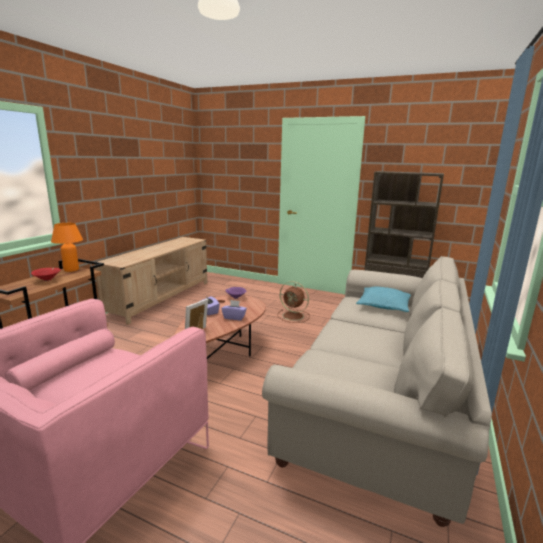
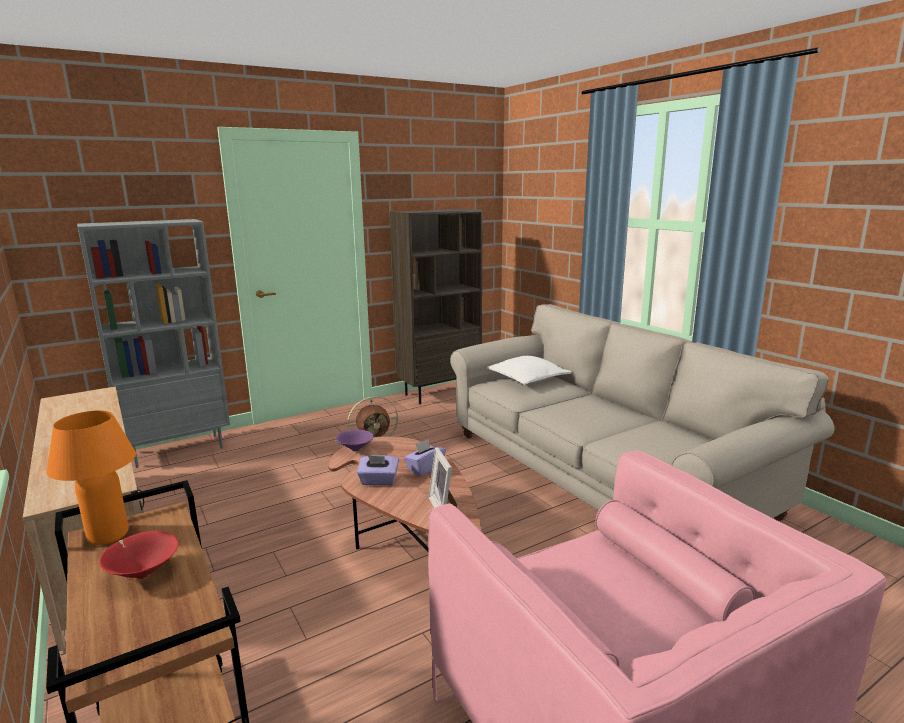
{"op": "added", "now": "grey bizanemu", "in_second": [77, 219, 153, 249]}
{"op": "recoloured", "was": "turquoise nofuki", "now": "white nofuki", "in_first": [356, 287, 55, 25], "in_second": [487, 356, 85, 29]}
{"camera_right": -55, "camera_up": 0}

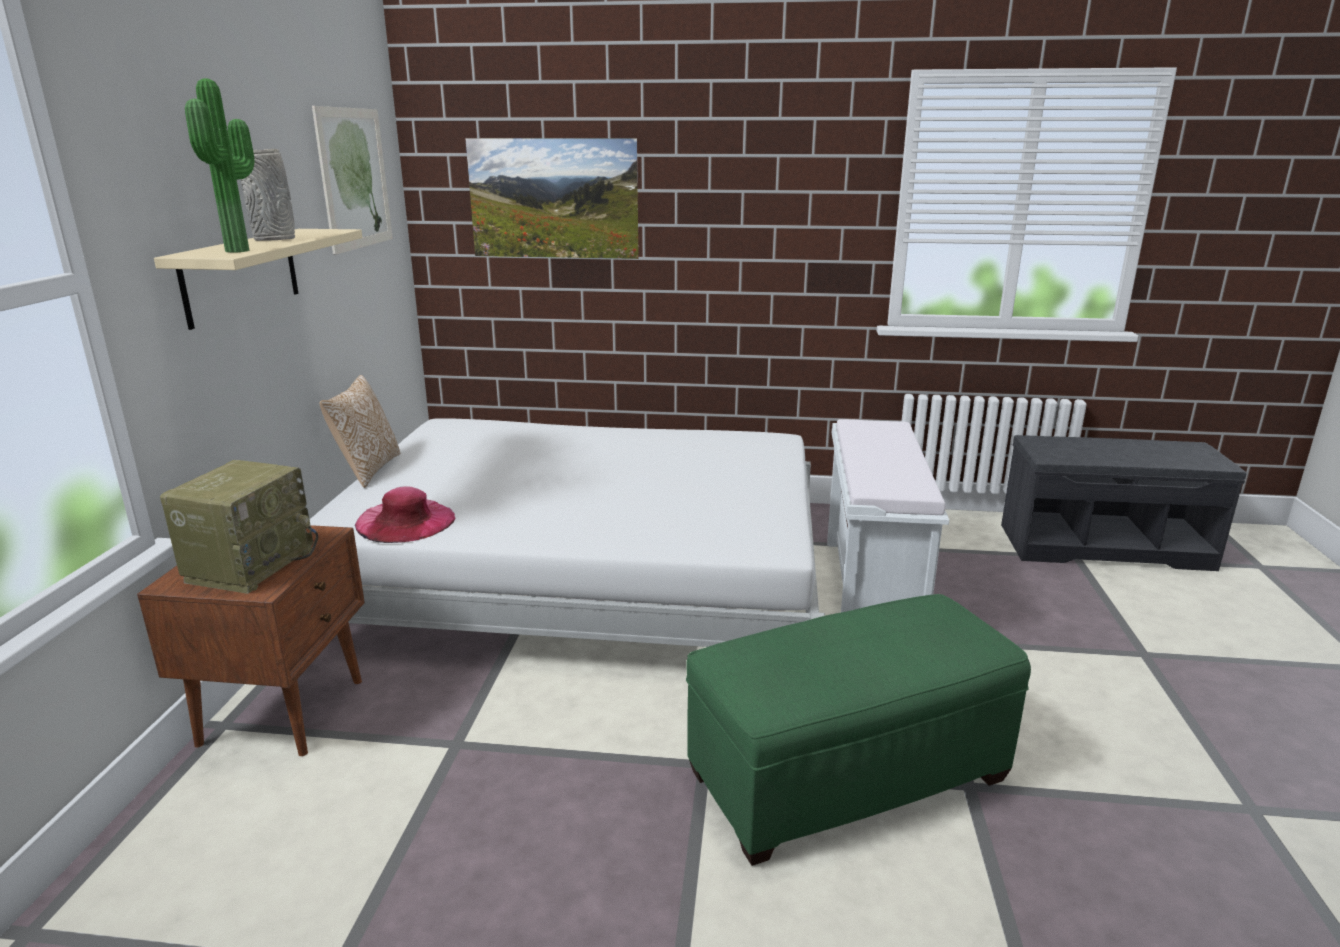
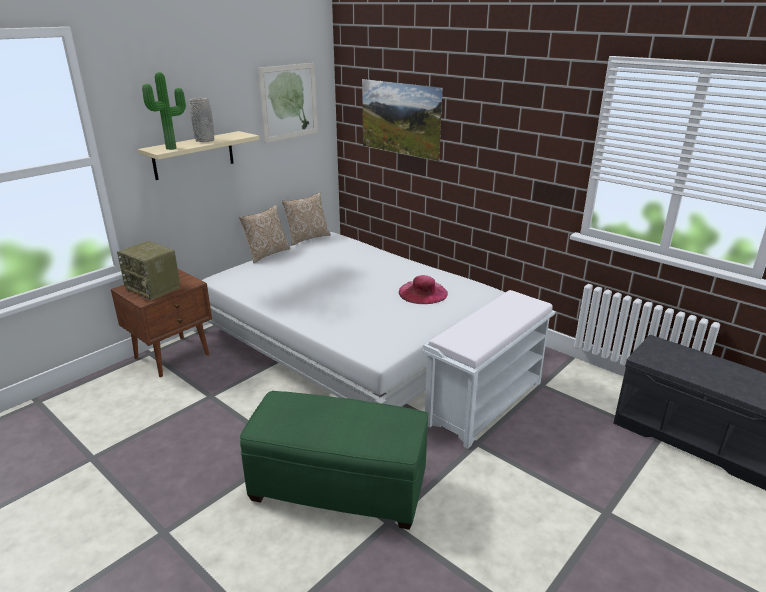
{"op": "added", "now": "nofuki", "in_second": [282, 193, 49, 53]}
{"op": "moved", "was": "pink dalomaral", "in_first": [355, 486, 100, 57], "in_second": [399, 275, 49, 29]}
{"op": "turned", "was": "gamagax", "in_first": [160, 460, 158, 134], "in_second": [117, 241, 63, 59], "clockwise": 75}
{"camera_right": 35, "camera_up": 5}

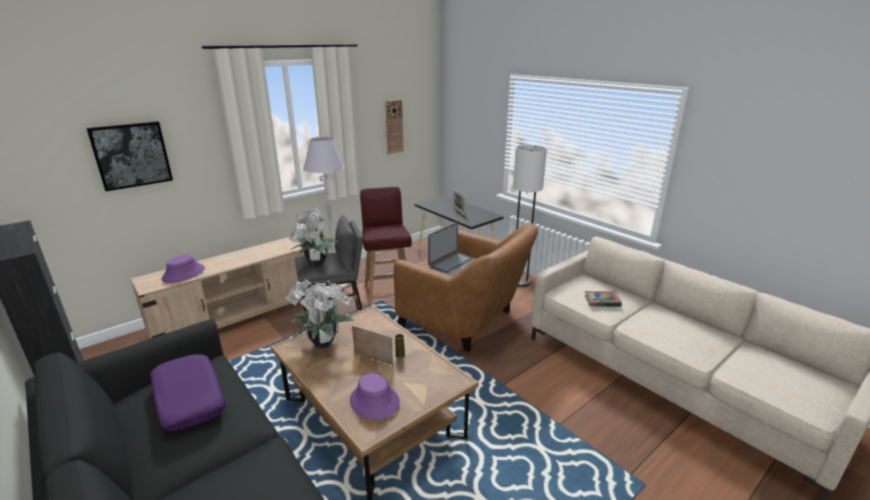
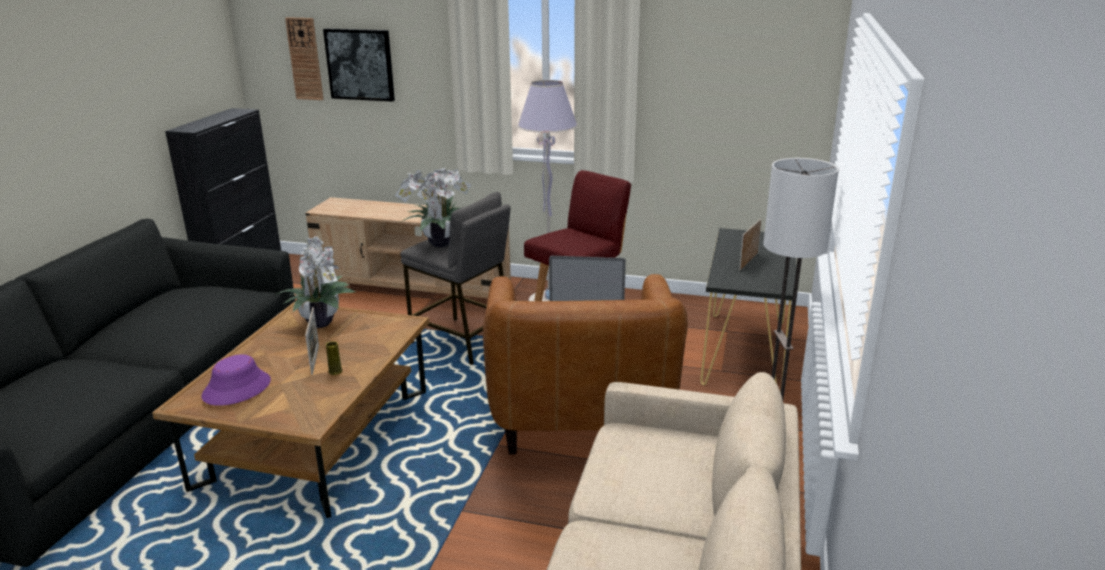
{"op": "removed", "was": "purple nofuki", "in_first": [150, 354, 76, 77]}
{"op": "removed", "was": "purple dalomaral", "in_first": [161, 255, 44, 28]}
{"op": "removed", "was": "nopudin", "in_first": [584, 291, 38, 16]}
{"op": "moved", "was": "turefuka", "in_first": [385, 100, 19, 54], "in_second": [285, 17, 38, 83]}
{"camera_right": 55, "camera_up": 0}

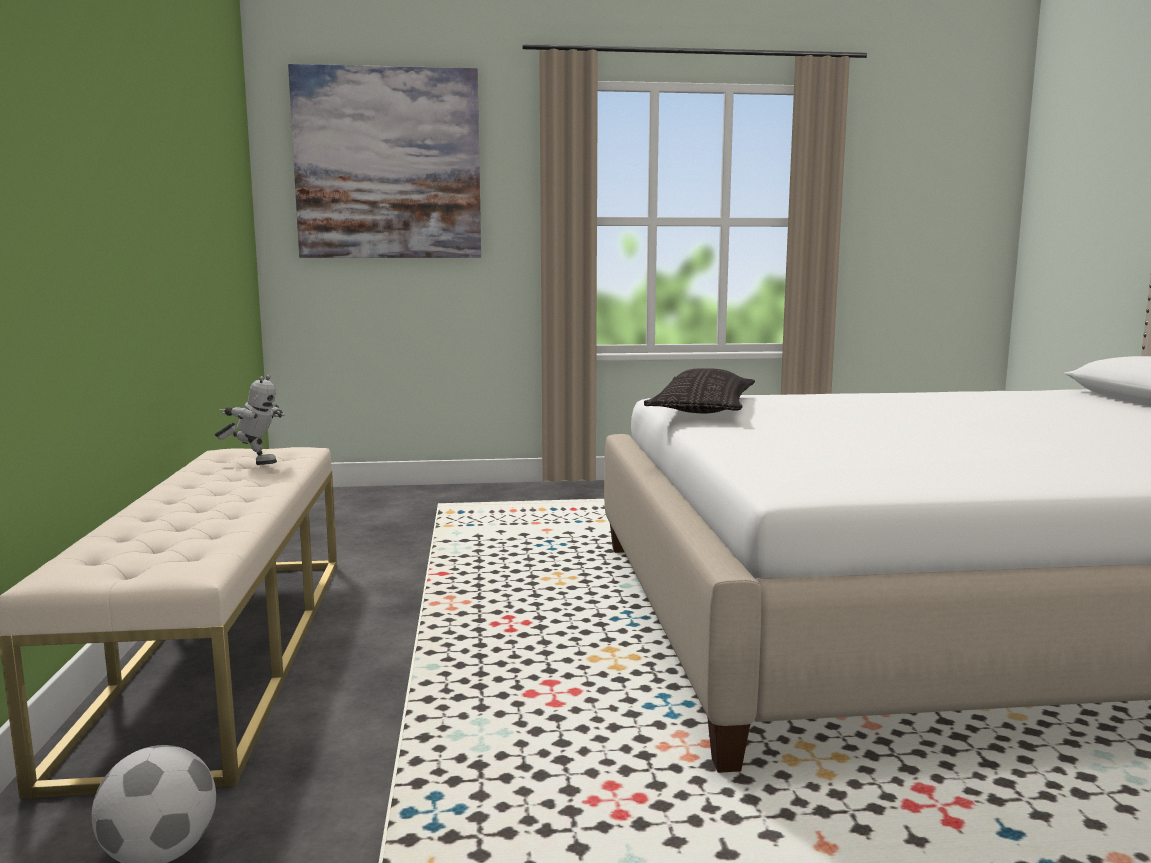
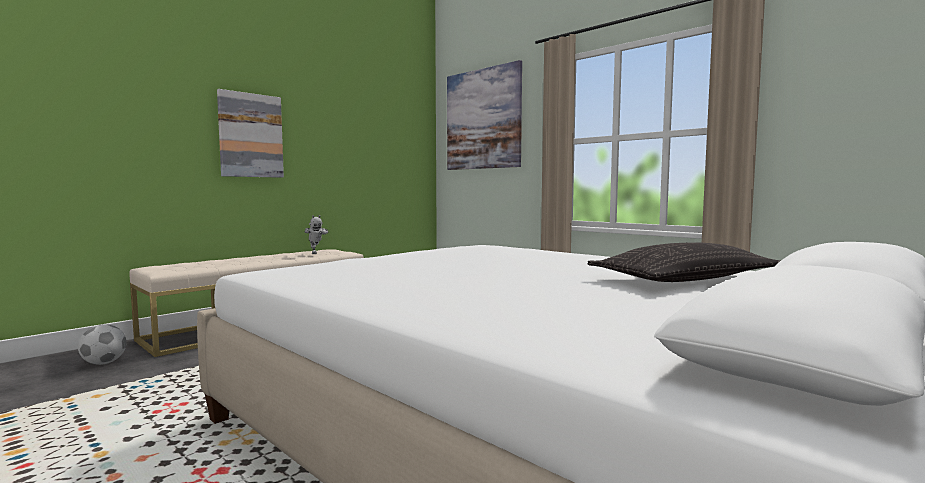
{"op": "added", "now": "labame", "in_second": [217, 89, 67, 89]}
{"op": "moved", "was": "nofuki", "in_first": [644, 368, 111, 45], "in_second": [587, 242, 193, 40]}
{"camera_right": 50, "camera_up": -5}

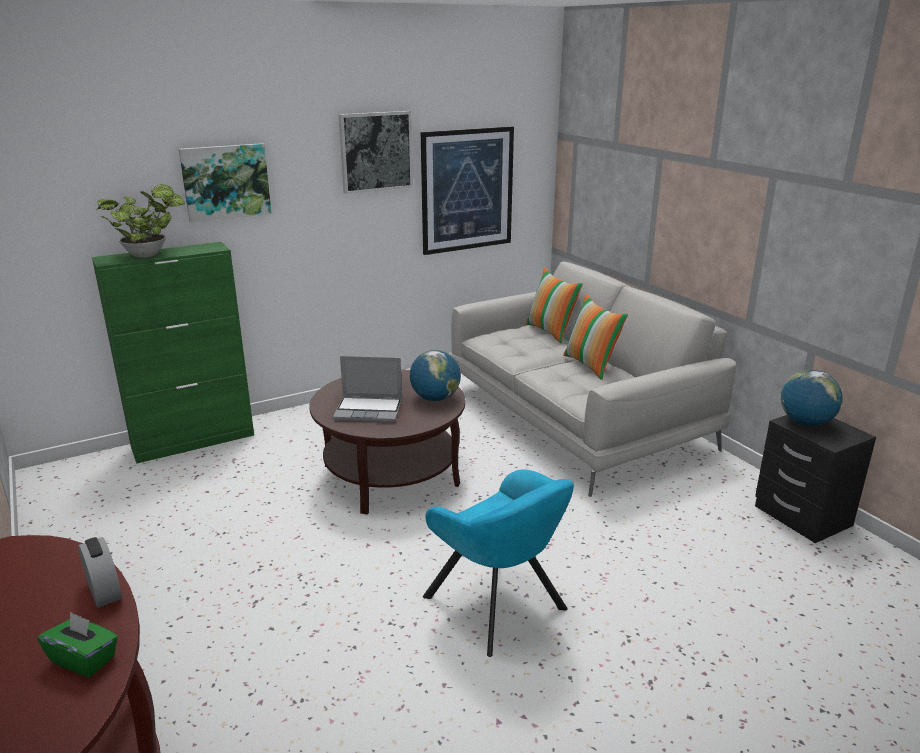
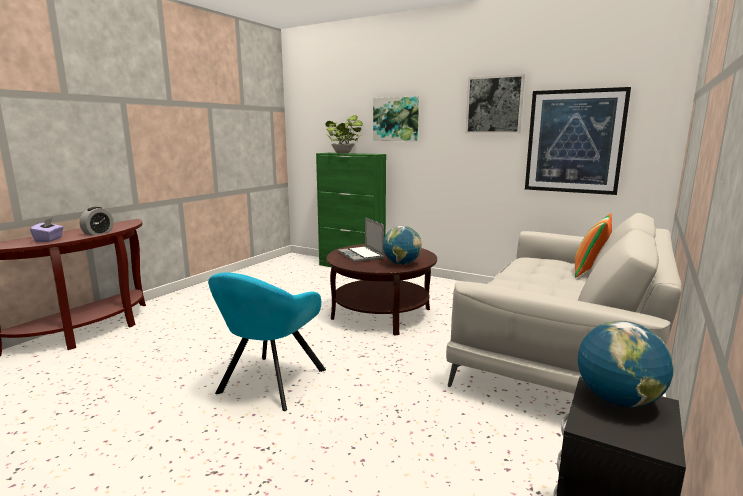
{"op": "removed", "was": "nofuki", "in_first": [563, 294, 65, 86]}
{"op": "recoloured", "was": "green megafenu", "now": "purple megafenu", "in_first": [38, 611, 80, 66], "in_second": [30, 218, 34, 24]}
{"camera_right": 60, "camera_up": -10}

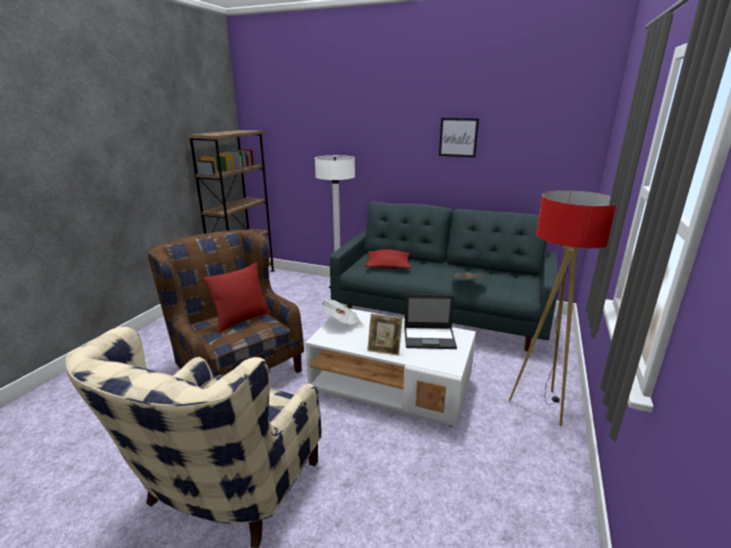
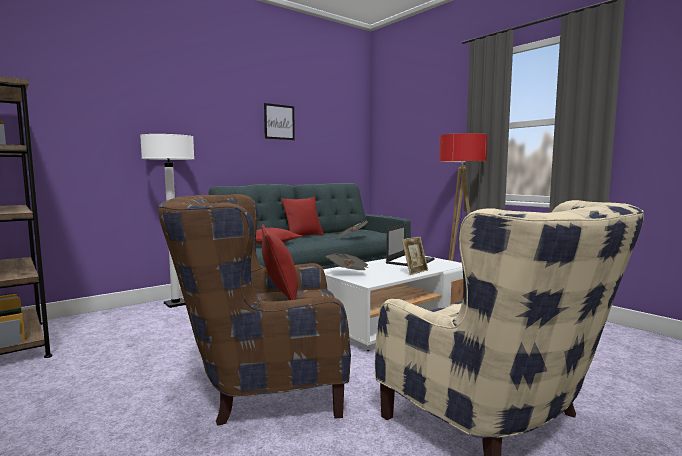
{"op": "added", "now": "red nofuki", "in_second": [281, 197, 43, 39]}
{"camera_right": -60, "camera_up": -15}

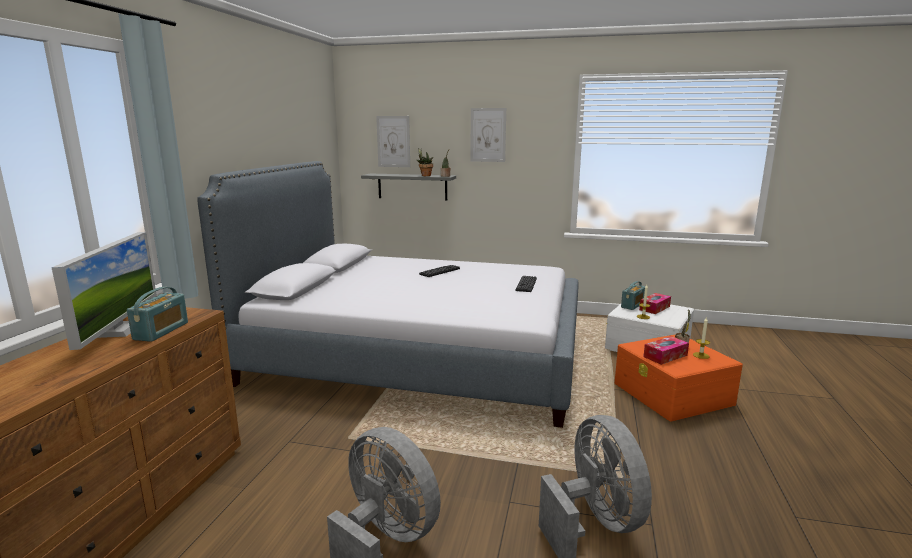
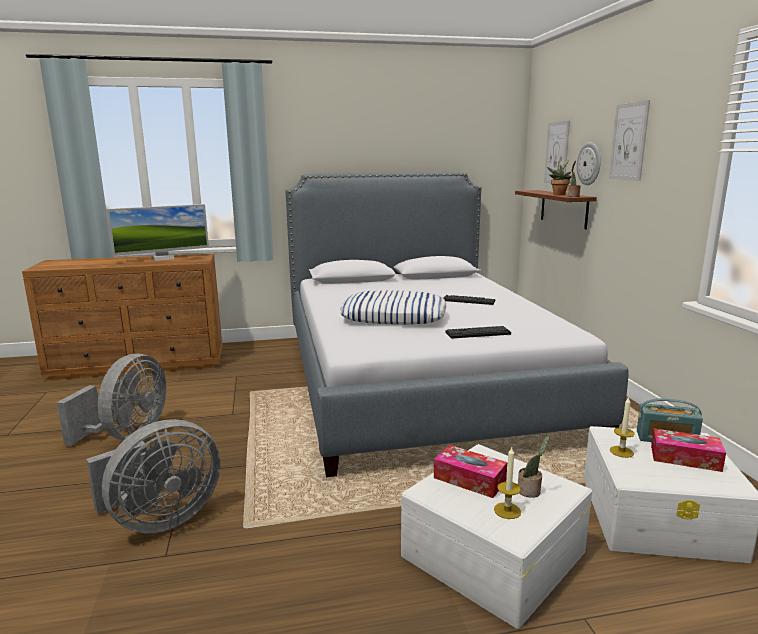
{"op": "removed", "was": "gamagax", "in_first": [127, 287, 61, 55]}
{"op": "added", "now": "nofuki", "in_second": [340, 290, 106, 35]}
{"op": "added", "now": "turefuka", "in_second": [577, 142, 24, 43]}
{"op": "recoloured", "was": "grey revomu", "now": "brown revomu", "in_first": [361, 174, 95, 26], "in_second": [515, 190, 82, 39]}
{"op": "recoloured", "was": "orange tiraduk", "now": "white tiraduk", "in_first": [615, 335, 128, 87], "in_second": [401, 444, 191, 185]}
{"camera_right": 65, "camera_up": 0}

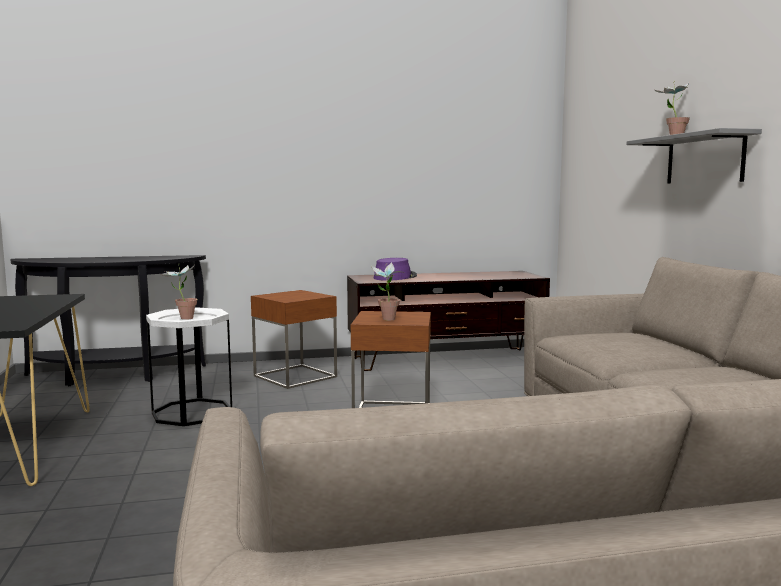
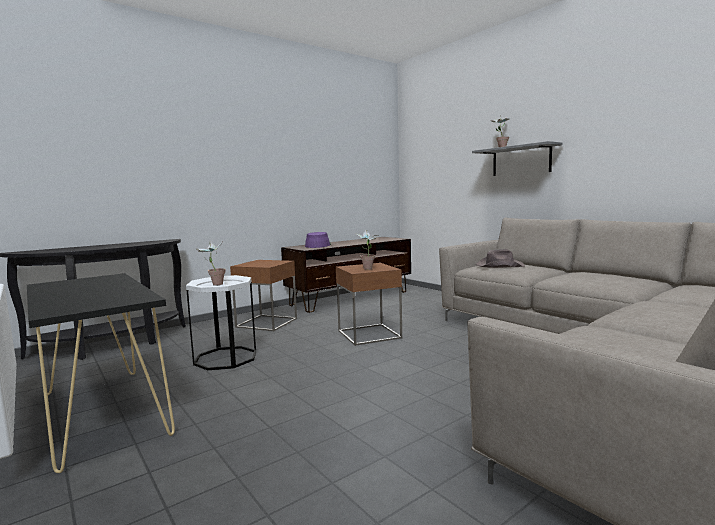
{"op": "added", "now": "brown dalomaral", "in_second": [476, 249, 49, 19]}
{"camera_right": -25, "camera_up": 0}

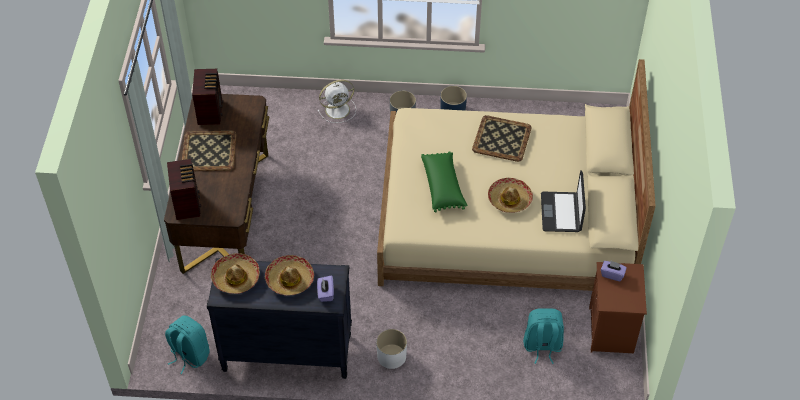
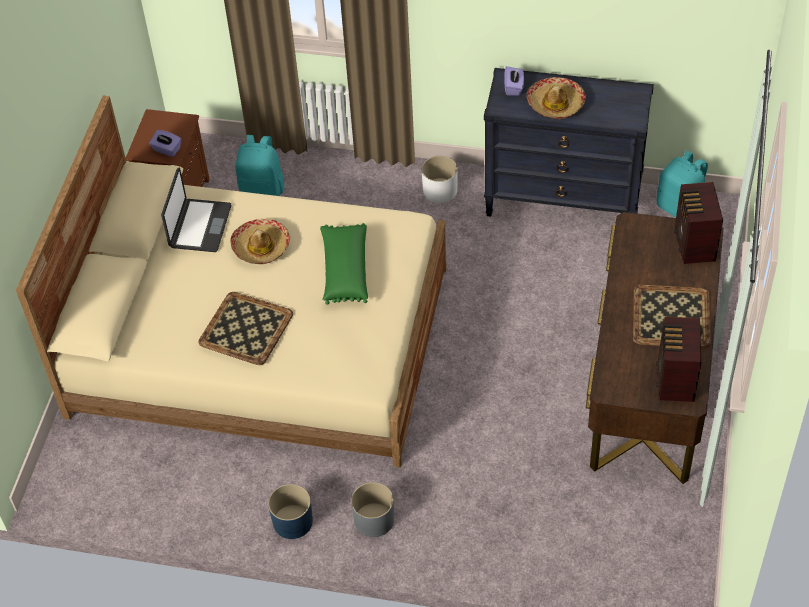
{"op": "removed", "was": "dalomaral", "in_first": [211, 253, 49, 41]}
{"op": "removed", "was": "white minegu", "in_first": [317, 80, 39, 43]}
{"camera_right": -170, "camera_up": 0}

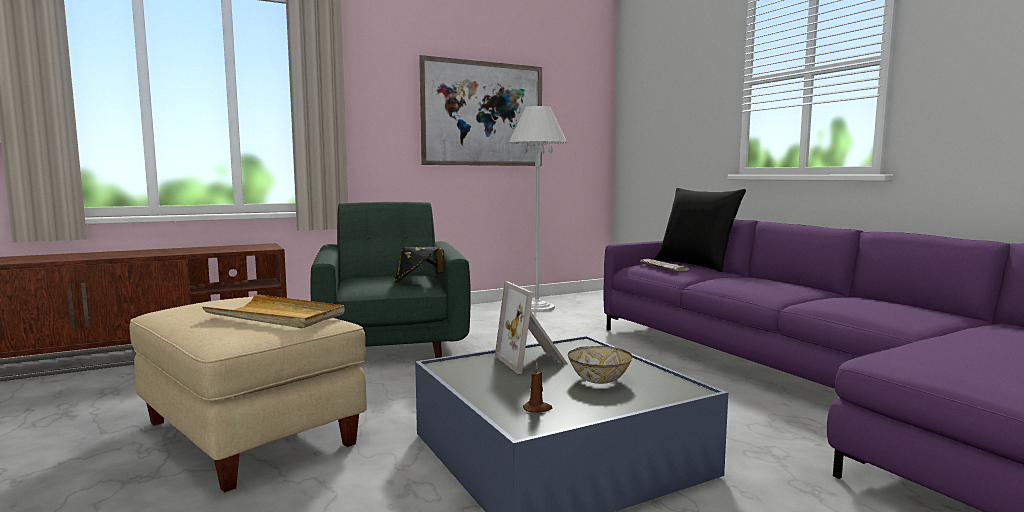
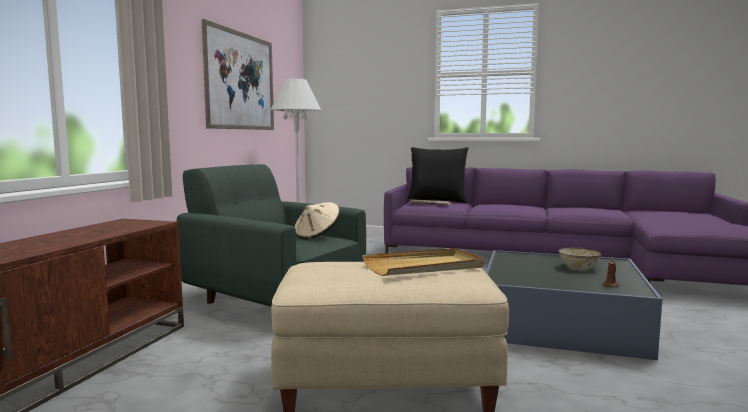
{"op": "removed", "was": "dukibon", "in_first": [495, 281, 73, 93]}
{"op": "recoloured", "was": "black dalomaral", "now": "beige dalomaral", "in_first": [394, 247, 50, 36], "in_second": [294, 202, 46, 37]}
{"camera_right": -45, "camera_up": 0}

